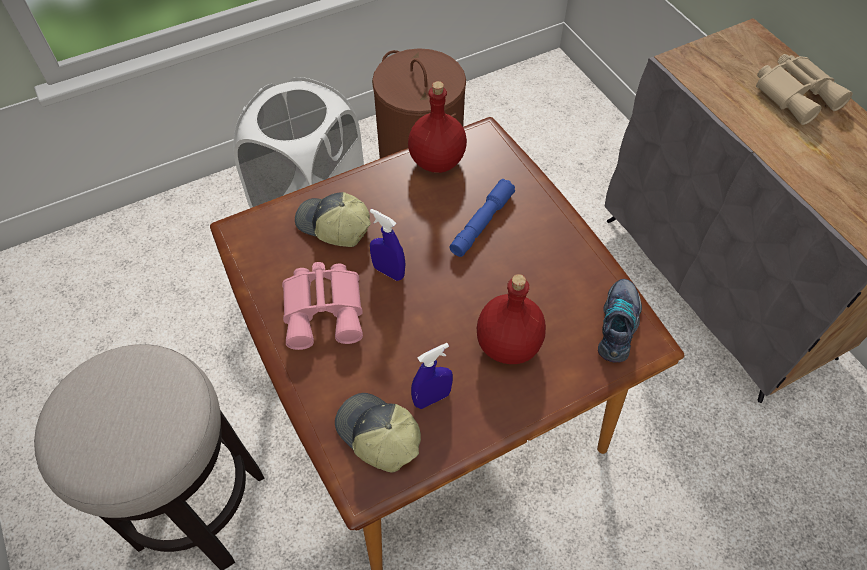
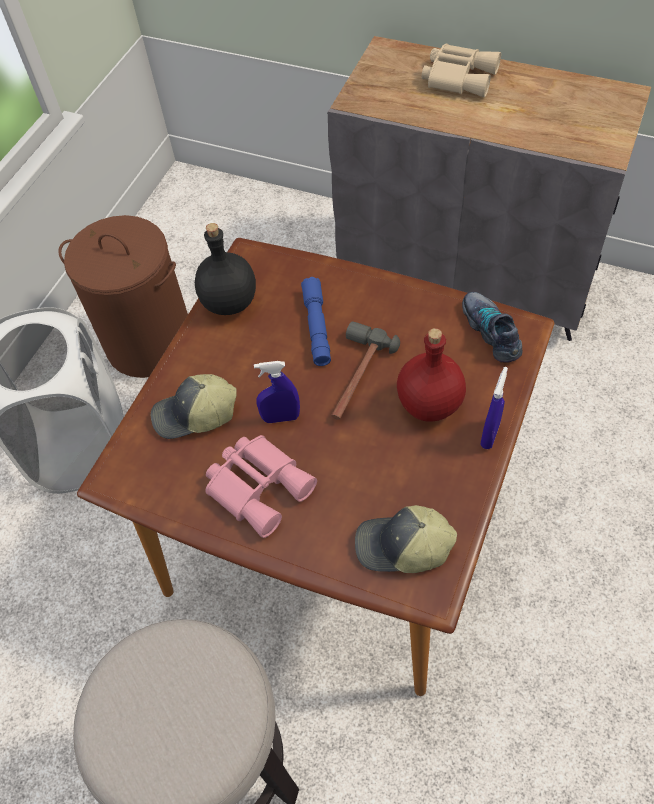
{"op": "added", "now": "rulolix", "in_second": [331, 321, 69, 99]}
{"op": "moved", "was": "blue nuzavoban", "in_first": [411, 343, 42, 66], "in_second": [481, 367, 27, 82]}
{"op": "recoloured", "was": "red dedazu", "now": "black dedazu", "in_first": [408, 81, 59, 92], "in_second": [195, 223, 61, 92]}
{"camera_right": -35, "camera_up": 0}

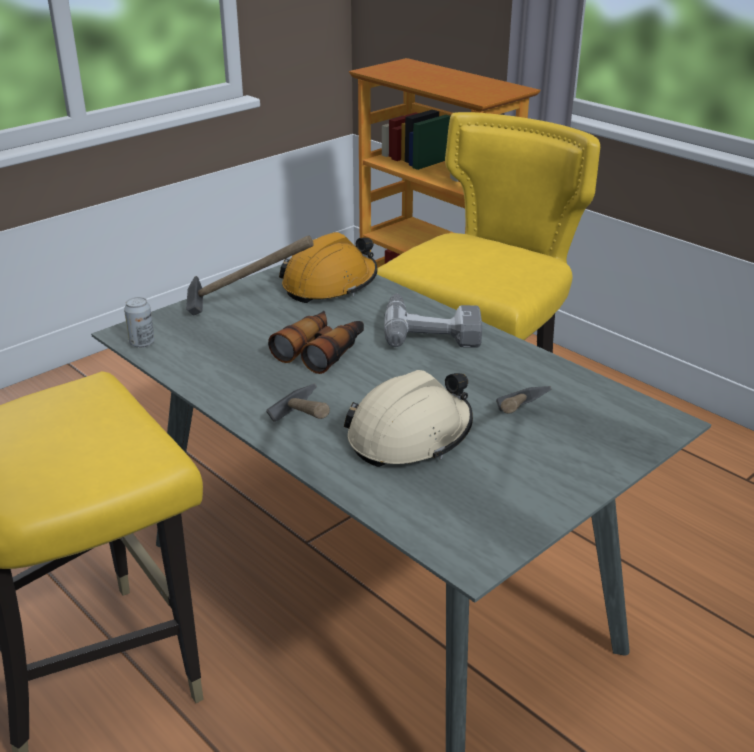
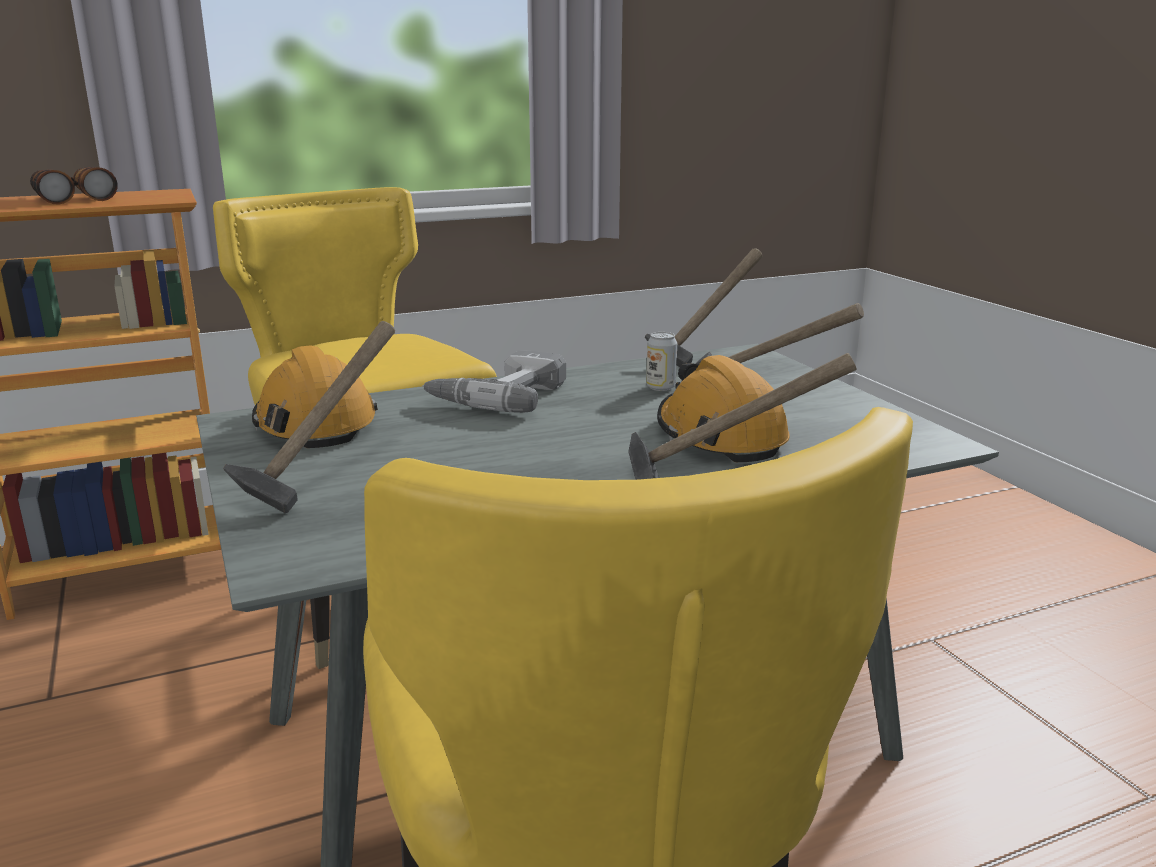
{"op": "added", "now": "rulolix", "in_second": [645, 248, 118, 119]}
{"op": "moved", "was": "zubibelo", "in_first": [124, 297, 31, 51], "in_second": [646, 332, 31, 59]}
{"op": "moved", "was": "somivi", "in_first": [268, 311, 96, 63], "in_second": [30, 167, 88, 37]}
{"op": "recoloured", "was": "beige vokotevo", "now": "orange vokotevo", "in_first": [344, 370, 129, 97], "in_second": [657, 355, 133, 107]}
{"camera_right": -70, "camera_up": -10}

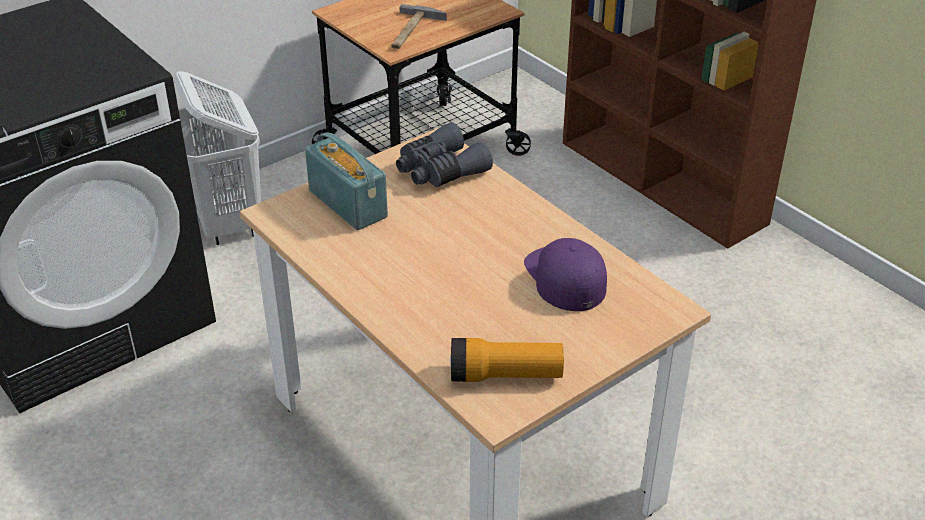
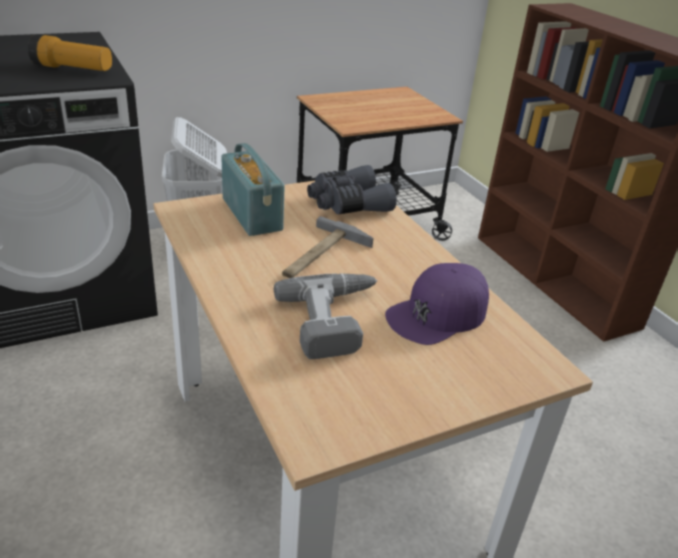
{"op": "added", "now": "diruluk", "in_second": [274, 273, 103, 86]}
{"op": "moved", "was": "rulolix", "in_first": [391, 4, 56, 45], "in_second": [282, 216, 91, 62]}
{"op": "moved", "was": "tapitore", "in_first": [450, 338, 114, 44], "in_second": [28, 34, 84, 37]}
{"op": "turned", "was": "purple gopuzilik", "in_first": [524, 238, 83, 73], "in_second": [385, 263, 104, 82], "clockwise": -120}
{"camera_right": 10, "camera_up": -5}

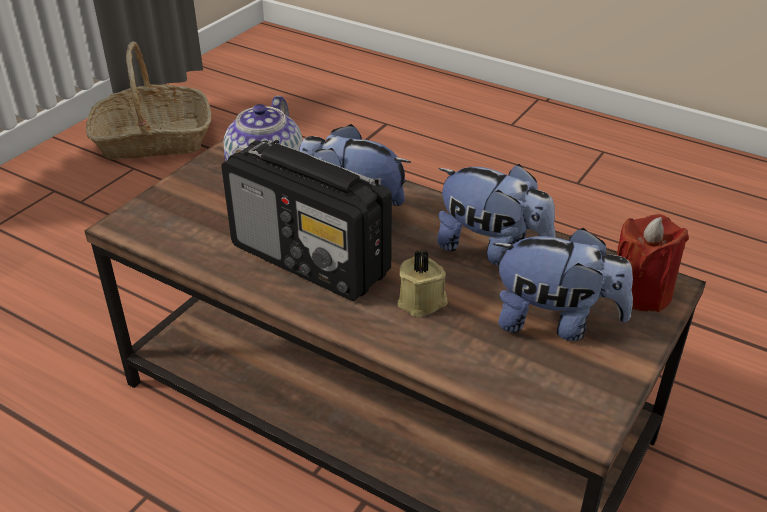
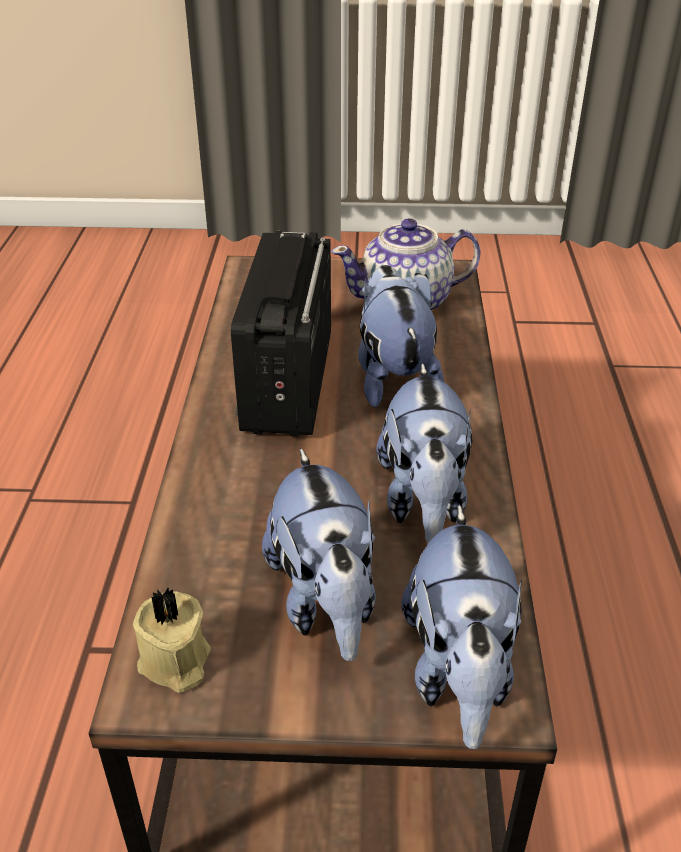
{"op": "removed", "was": "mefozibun", "in_first": [86, 42, 125, 117]}
{"op": "moved", "was": "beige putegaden", "in_first": [397, 249, 51, 69], "in_second": [133, 587, 78, 106]}
{"op": "replaced", "was": "red putegaden", "now": "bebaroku", "in_first": [617, 214, 72, 98], "in_second": [401, 504, 121, 245]}
{"camera_right": 60, "camera_up": 0}

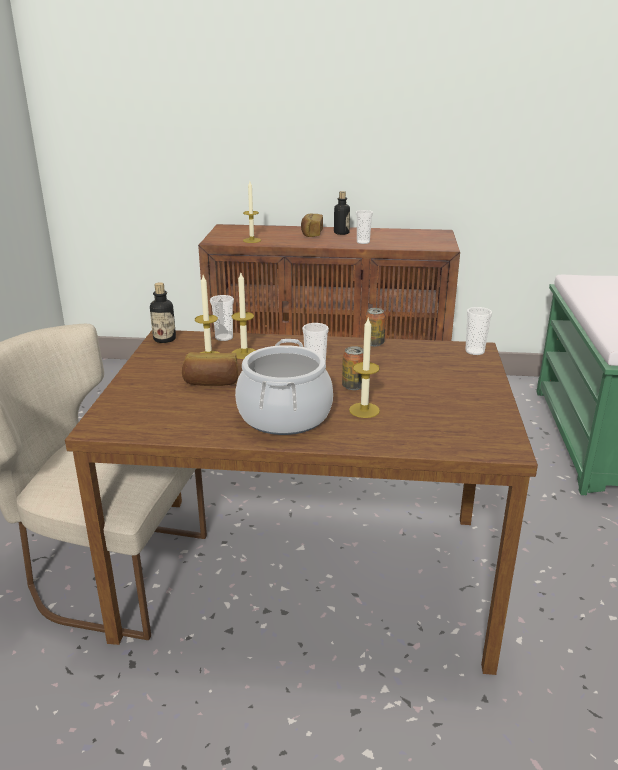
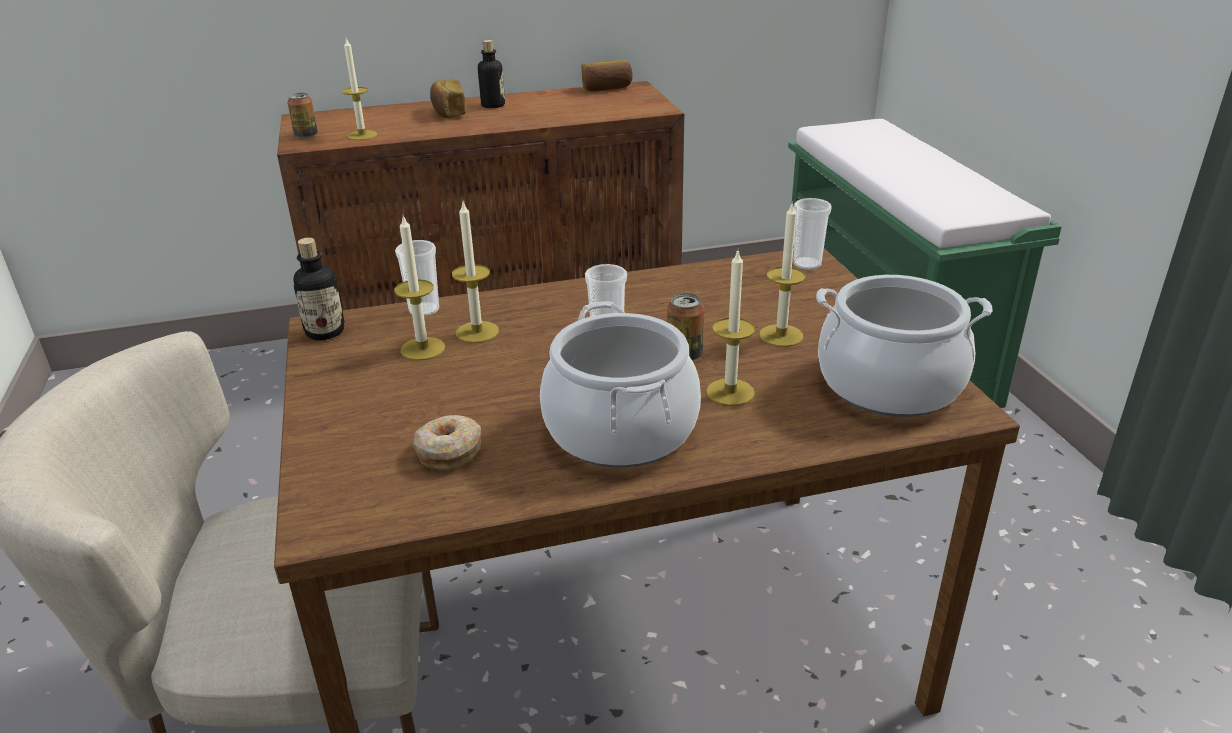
{"op": "removed", "was": "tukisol", "in_first": [356, 210, 17, 34]}
{"op": "added", "now": "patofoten", "in_second": [413, 415, 68, 55]}
{"op": "added", "now": "putegaden", "in_second": [759, 201, 47, 146]}
{"op": "added", "now": "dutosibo", "in_second": [816, 275, 176, 142]}
{"op": "moved", "was": "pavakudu", "in_first": [182, 352, 56, 34], "in_second": [582, 59, 51, 32]}
{"op": "moved", "was": "zubibelo", "in_first": [365, 308, 21, 38], "in_second": [287, 93, 31, 45]}
{"camera_right": -20, "camera_up": 5}

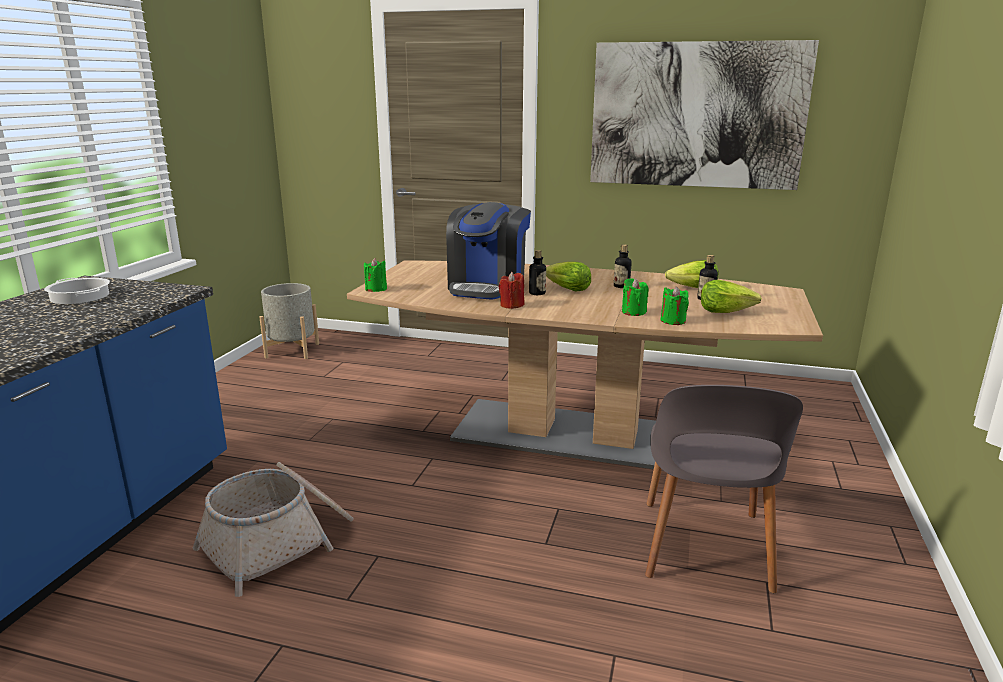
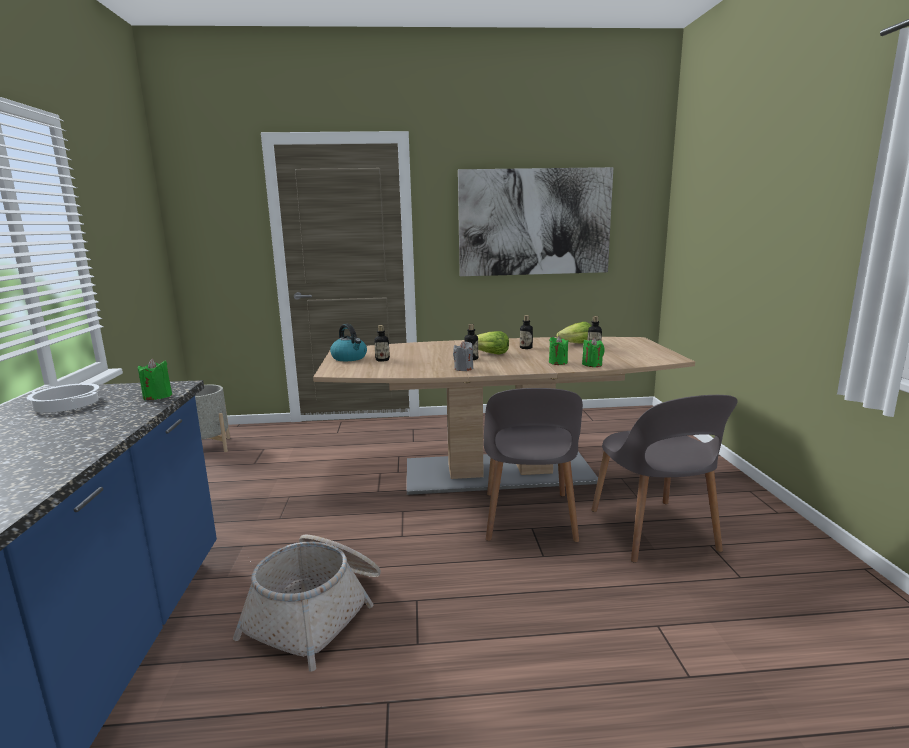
{"op": "removed", "was": "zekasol", "in_first": [446, 202, 85, 98]}
{"op": "removed", "was": "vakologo", "in_first": [701, 280, 61, 33]}
{"op": "added", "now": "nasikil", "in_second": [330, 324, 37, 37]}
{"op": "added", "now": "dedazu", "in_second": [374, 325, 16, 37]}
{"op": "added", "now": "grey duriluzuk", "in_second": [484, 388, 99, 154]}
{"op": "moved", "was": "green putegaden", "in_first": [364, 258, 23, 34], "in_second": [138, 359, 34, 41]}
{"op": "recoloured", "was": "red putegaden", "now": "grey putegaden", "in_first": [499, 272, 25, 37], "in_second": [453, 341, 20, 30]}
{"camera_right": -20, "camera_up": -5}

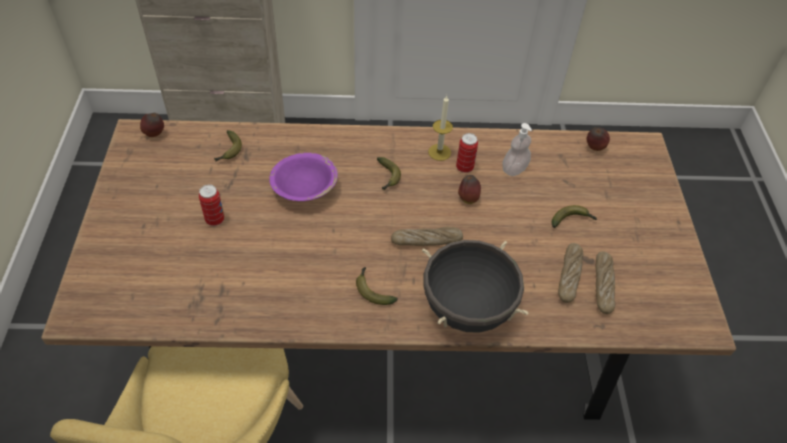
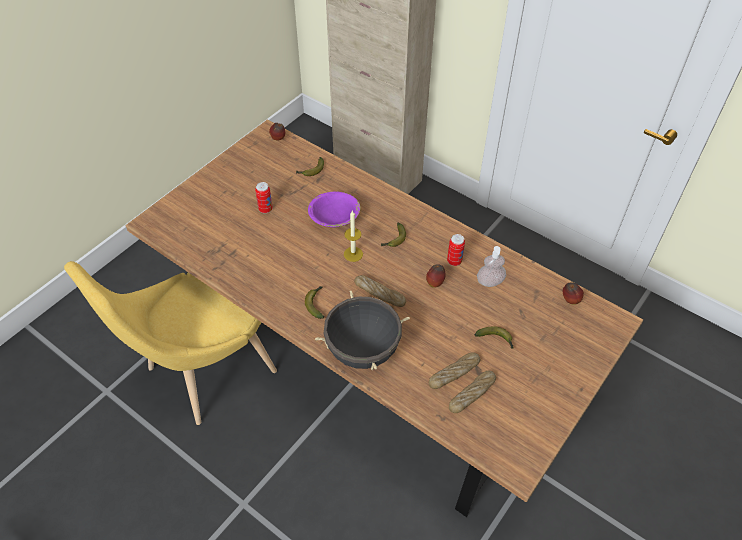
{"op": "moved", "was": "putegaden", "in_first": [428, 96, 25, 65], "in_second": [344, 211, 19, 51]}
{"camera_right": 40, "camera_up": 0}

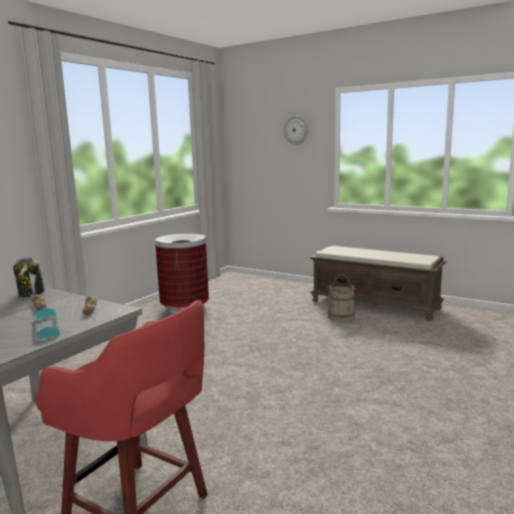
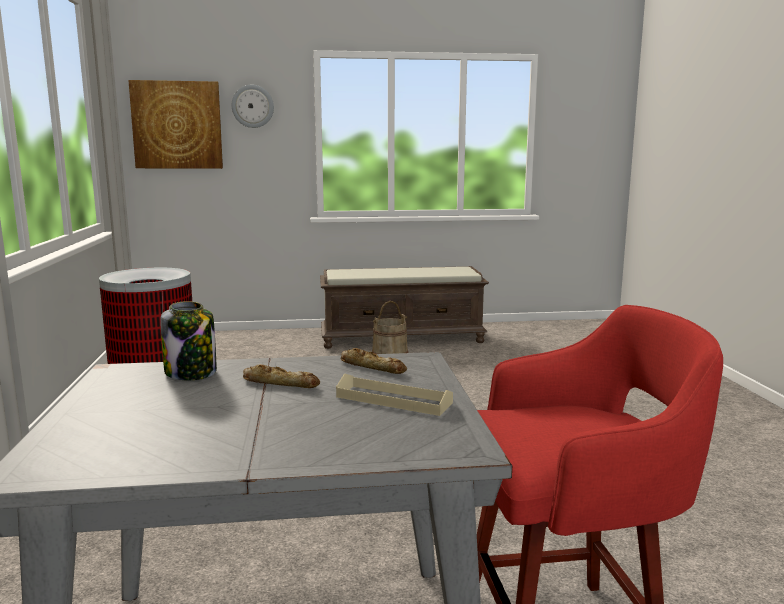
{"op": "added", "now": "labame", "in_second": [128, 80, 95, 89]}
{"op": "recoloured", "was": "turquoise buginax", "now": "beige buginax", "in_first": [35, 307, 25, 32], "in_second": [336, 373, 117, 43]}
{"camera_right": -40, "camera_up": 0}

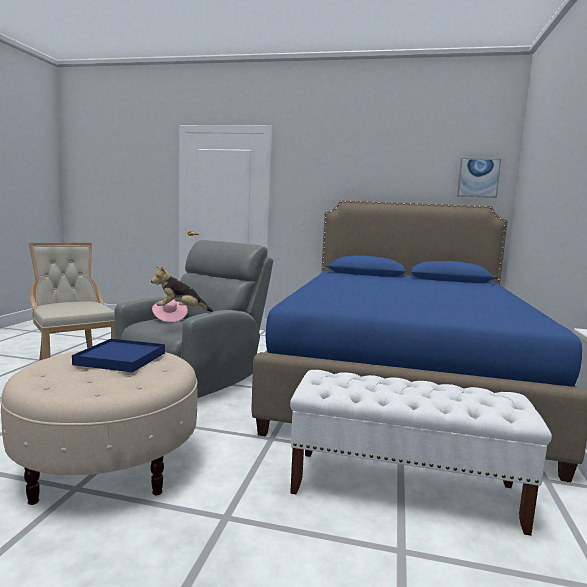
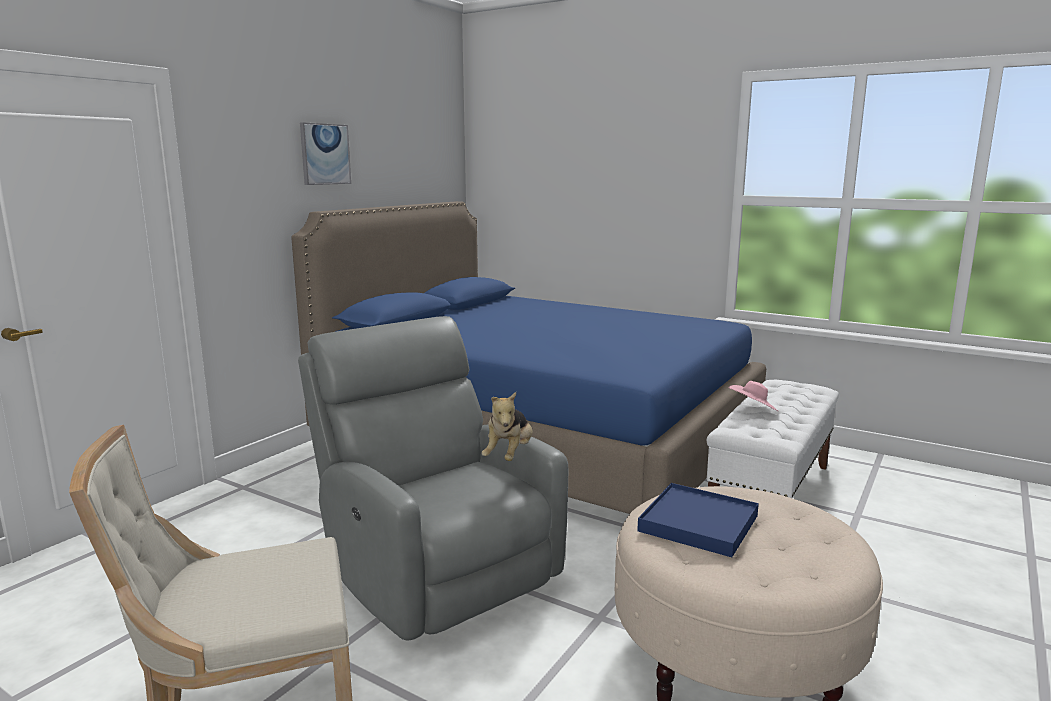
{"op": "moved", "was": "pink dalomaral", "in_first": [152, 299, 36, 23], "in_second": [729, 381, 49, 30]}
{"op": "moved", "was": "labame", "in_first": [457, 158, 44, 40], "in_second": [300, 122, 51, 63]}
{"camera_right": -70, "camera_up": 5}

